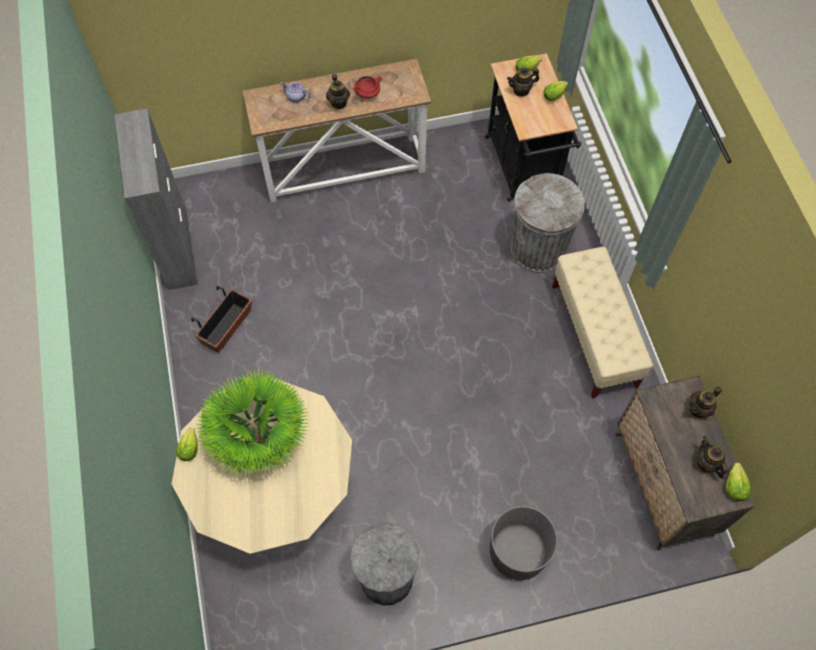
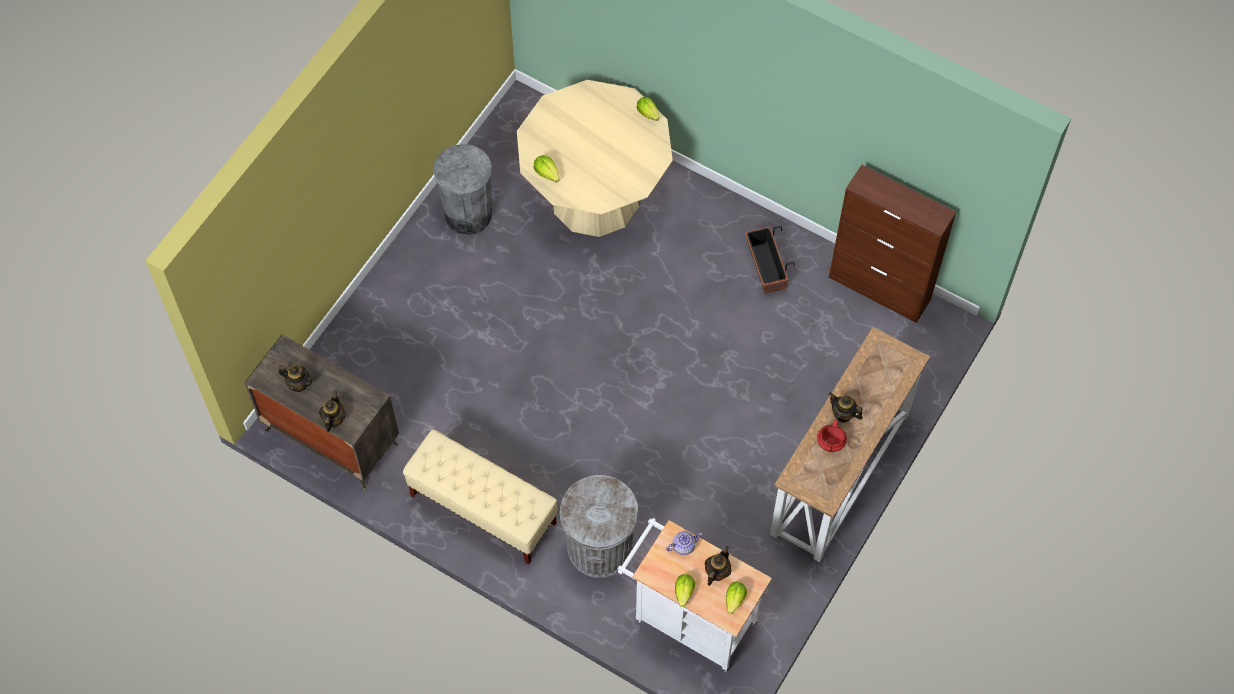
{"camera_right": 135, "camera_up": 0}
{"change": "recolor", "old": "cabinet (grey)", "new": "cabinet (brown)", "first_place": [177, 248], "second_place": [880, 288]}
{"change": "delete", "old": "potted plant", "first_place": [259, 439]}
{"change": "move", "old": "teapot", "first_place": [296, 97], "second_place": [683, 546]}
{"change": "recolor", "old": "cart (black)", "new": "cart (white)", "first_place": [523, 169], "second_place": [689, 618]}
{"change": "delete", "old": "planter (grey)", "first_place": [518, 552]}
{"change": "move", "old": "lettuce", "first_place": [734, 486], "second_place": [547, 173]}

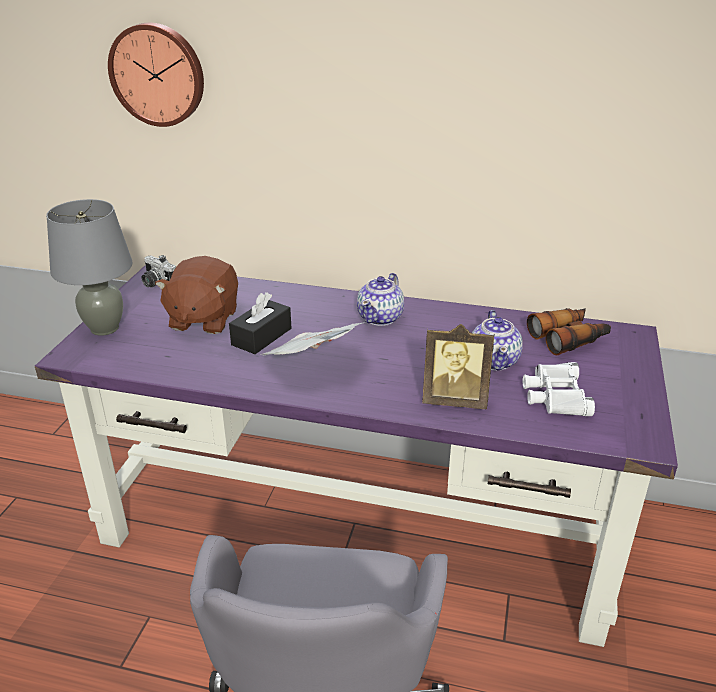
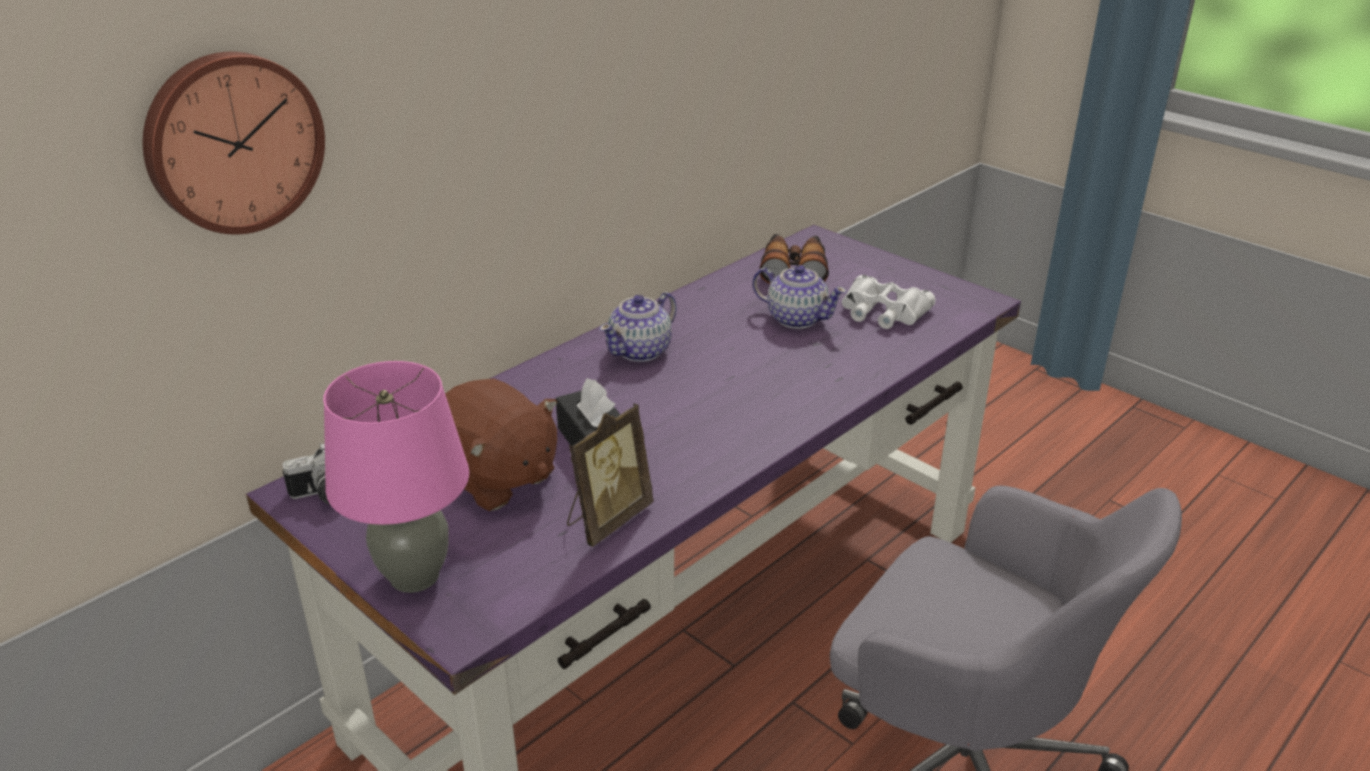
{"camera_right": -60, "camera_up": 0}
{"change": "recolor", "old": "table lamp (grey)", "new": "table lamp (pink)", "first_place": [105, 328], "second_place": [415, 576]}
{"change": "delete", "old": "newspaper", "first_place": [312, 362]}
{"change": "rotate", "old": "teapot", "first_place": [381, 317], "second_place": [641, 351], "degrees": 75}
{"change": "move", "old": "picture frame", "first_place": [454, 400], "second_place": [607, 519]}

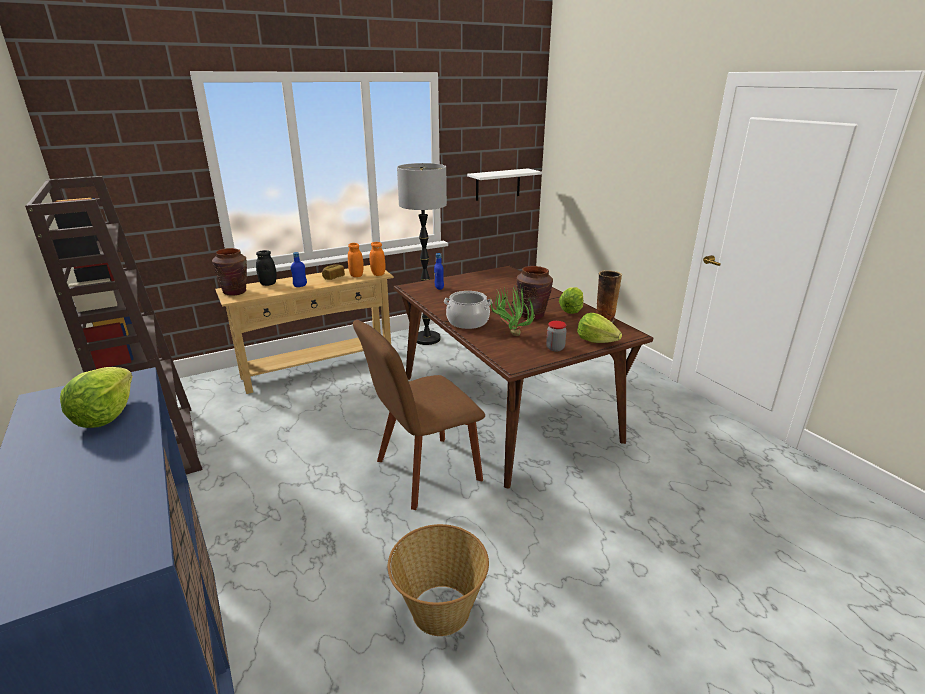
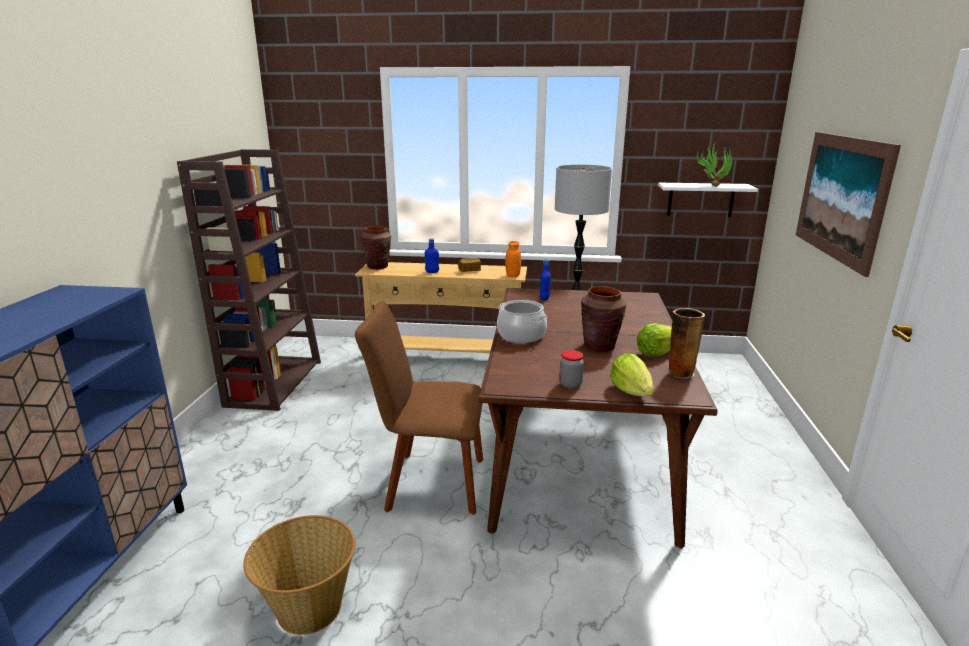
{"camera_right": 35, "camera_up": -5}
{"change": "delete", "old": "lettuce", "first_place": [106, 415]}
{"change": "delete", "old": "jar (black)", "first_place": [268, 284]}
{"change": "delete", "old": "jar (orange)", "first_place": [356, 275]}
{"change": "move", "old": "potted plant", "first_place": [510, 334], "second_place": [711, 185]}
{"change": "insert", "new": "picture", "second_place": [841, 197]}

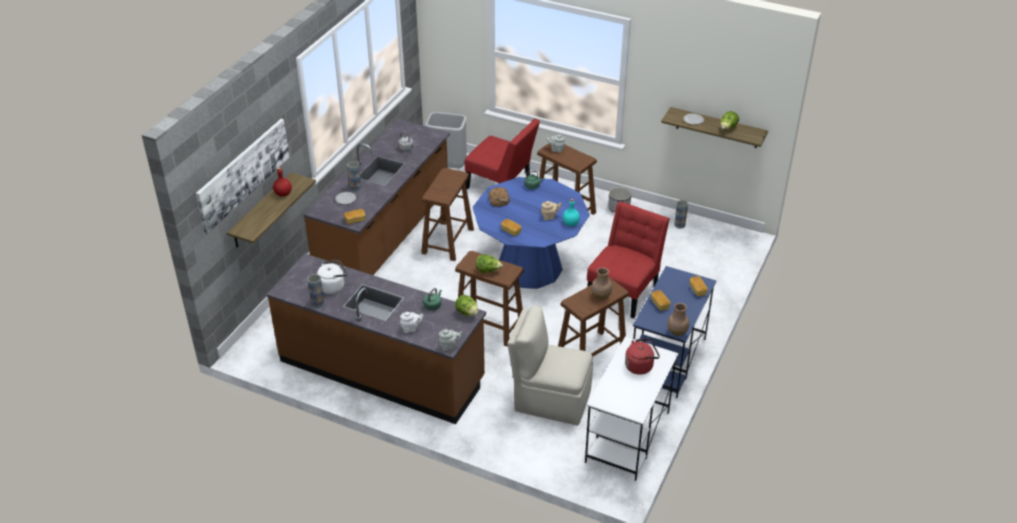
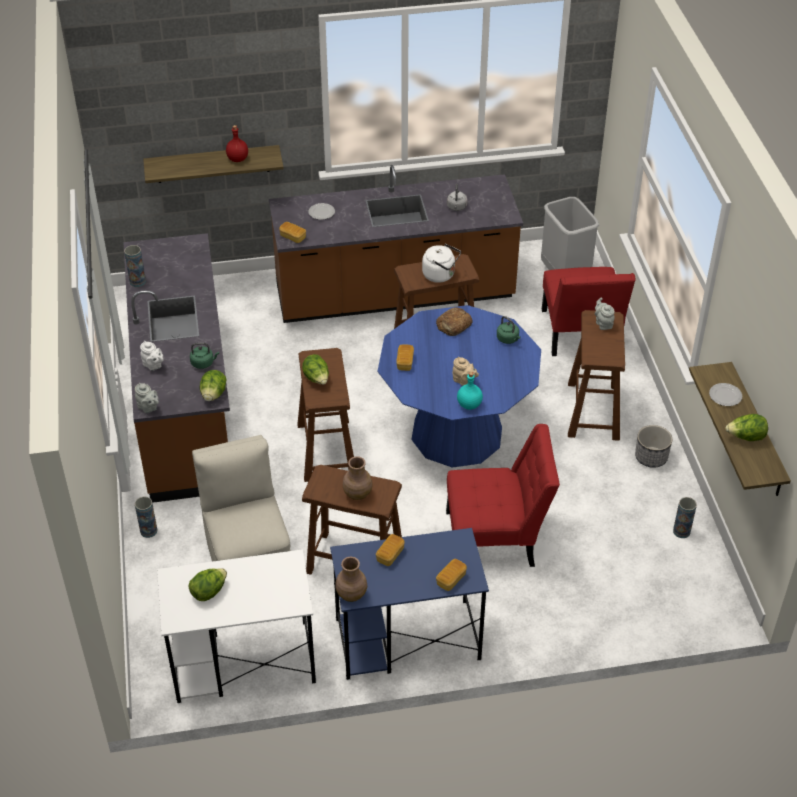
{"camera_right": 55, "camera_up": 5}
{"change": "delete", "old": "picture", "first_place": [243, 173]}
{"change": "move", "old": "kettle (white)", "first_place": [333, 286], "second_place": [440, 275]}
{"change": "move", "old": "vase", "first_place": [355, 188], "second_place": [148, 531]}
{"change": "delete", "old": "kettle (red)", "first_place": [640, 366]}
{"change": "insert", "new": "lettuce", "second_place": [209, 591]}

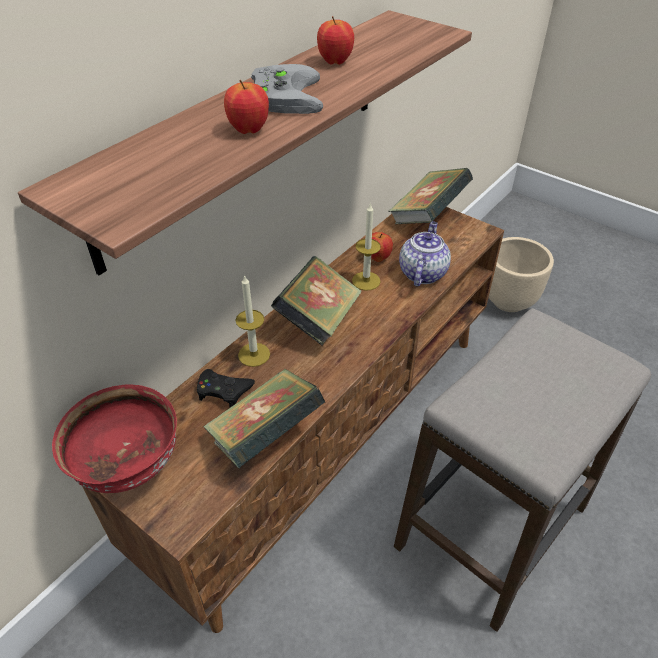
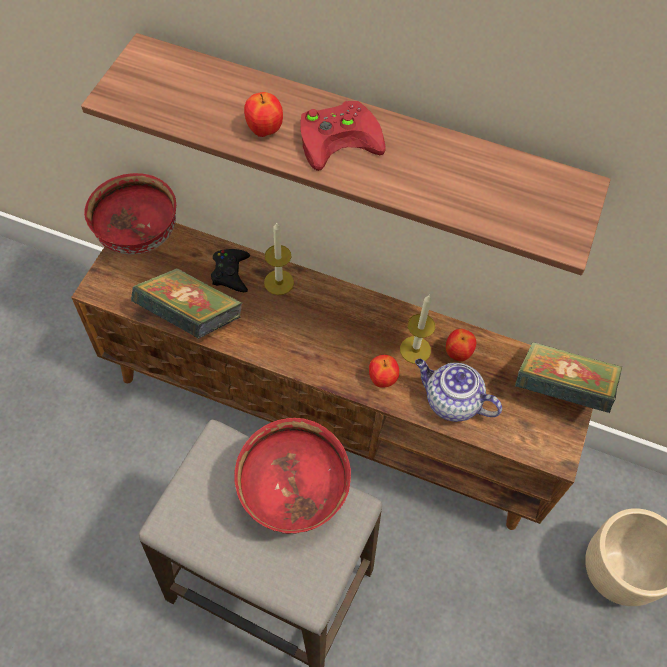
{"camera_right": 70, "camera_up": 15}
{"change": "recolor", "old": "game controller (grey)", "new": "game controller (red)", "first_place": [283, 95], "second_place": [340, 136]}
{"change": "delete", "old": "book", "first_place": [318, 320]}
{"change": "move", "old": "apple", "first_place": [335, 62], "second_place": [382, 379]}
{"change": "rotate", "old": "teapot", "first_place": [422, 273], "second_place": [450, 401], "degrees": -150}
{"change": "insert", "new": "bowl (red)", "second_place": [294, 495]}

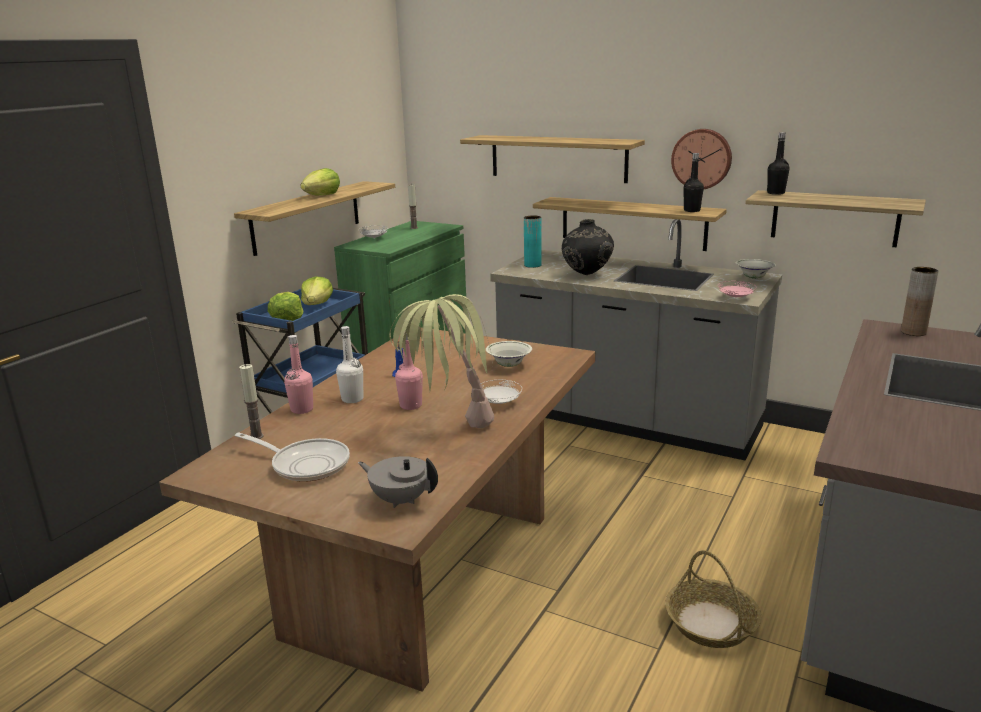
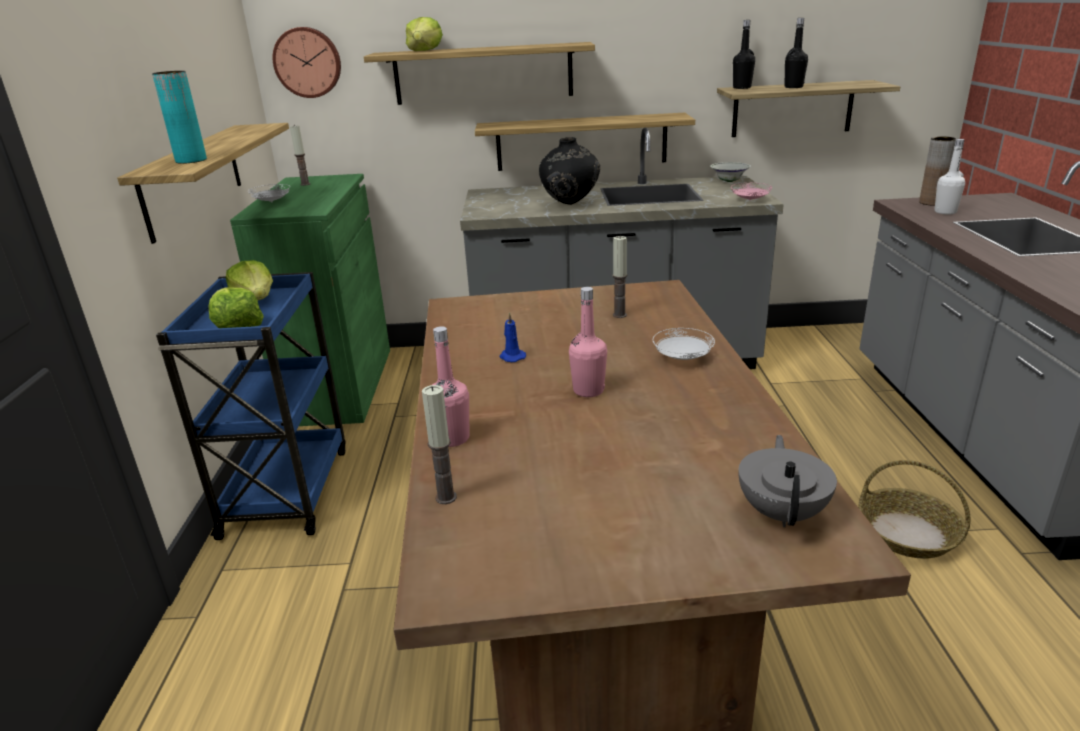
{"camera_right": -30, "camera_up": 5}
{"change": "delete", "old": "frying pan", "first_place": [305, 464]}
{"change": "move", "old": "lettuce", "first_place": [322, 196], "second_place": [424, 51]}
{"change": "move", "old": "bottle (white)", "first_place": [352, 399], "second_place": [945, 212]}
{"change": "rotate", "old": "teapot (grey)", "first_place": [400, 499], "second_place": [782, 512], "degrees": 105}
{"change": "delete", "old": "potted plant", "first_place": [447, 430]}
{"change": "replace", "old": "bowl (white)", "new": "candle", "first_place": [509, 365], "second_place": [619, 315]}
{"change": "move", "old": "vase (turquoise)", "first_place": [532, 265], "second_place": [191, 160]}
{"change": "move", "old": "wall clock", "first_place": [702, 159], "second_place": [308, 62]}
{"change": "move", "old": "bottle (black)", "first_place": [692, 210], "second_place": [793, 87]}

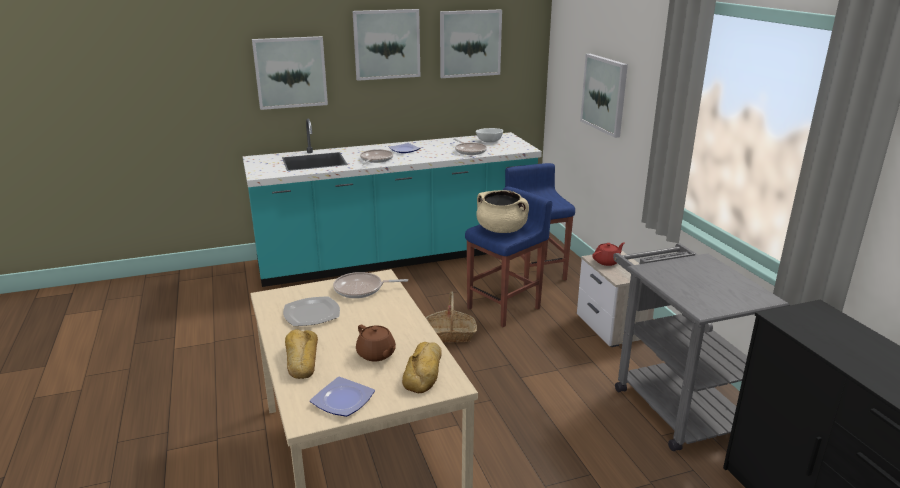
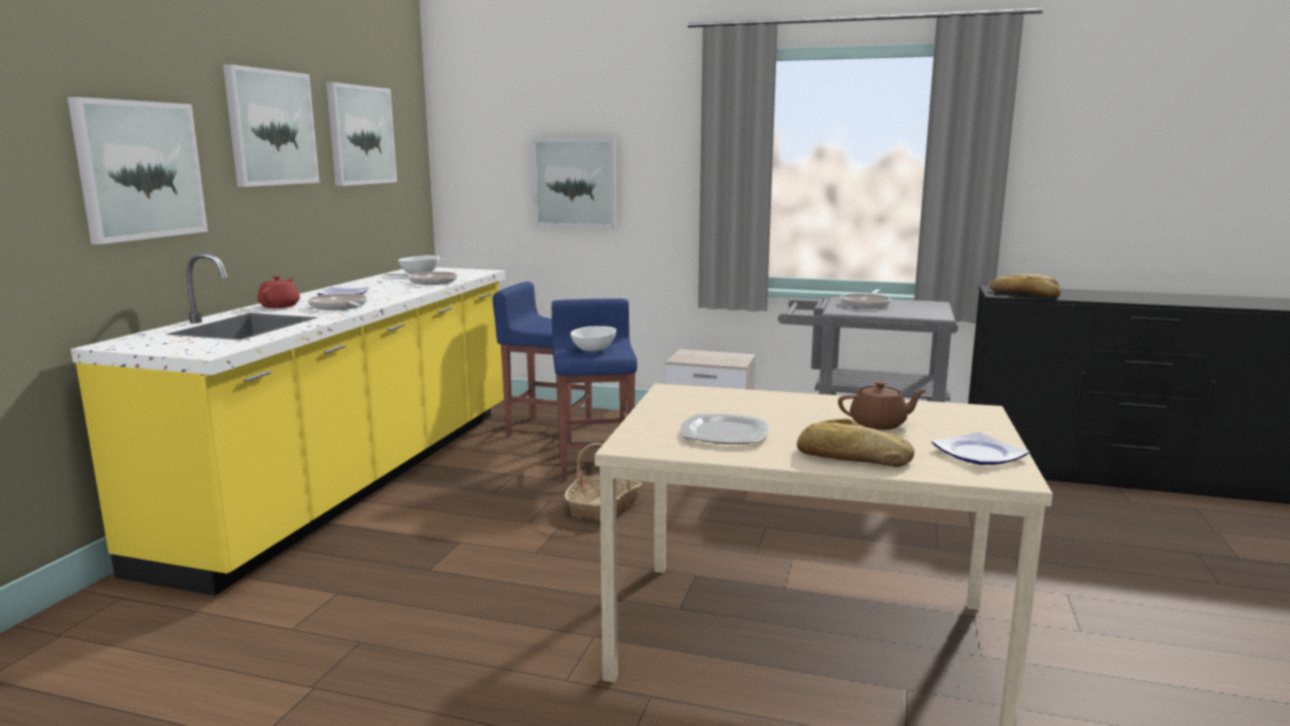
{"camera_right": -55, "camera_up": -10}
{"change": "recolor", "old": "counter (turquoise)", "new": "counter (yellow)", "first_place": [397, 257], "second_place": [357, 479]}
{"change": "move", "old": "frying pan", "first_place": [361, 289], "second_place": [866, 304]}
{"change": "move", "old": "bread", "first_place": [425, 372], "second_place": [1025, 294]}
{"change": "replace", "old": "cooking pot (beige)", "new": "bowl (white)", "first_place": [501, 230], "second_place": [594, 349]}
{"change": "move", "old": "teapot (red)", "first_place": [607, 262], "second_place": [280, 306]}

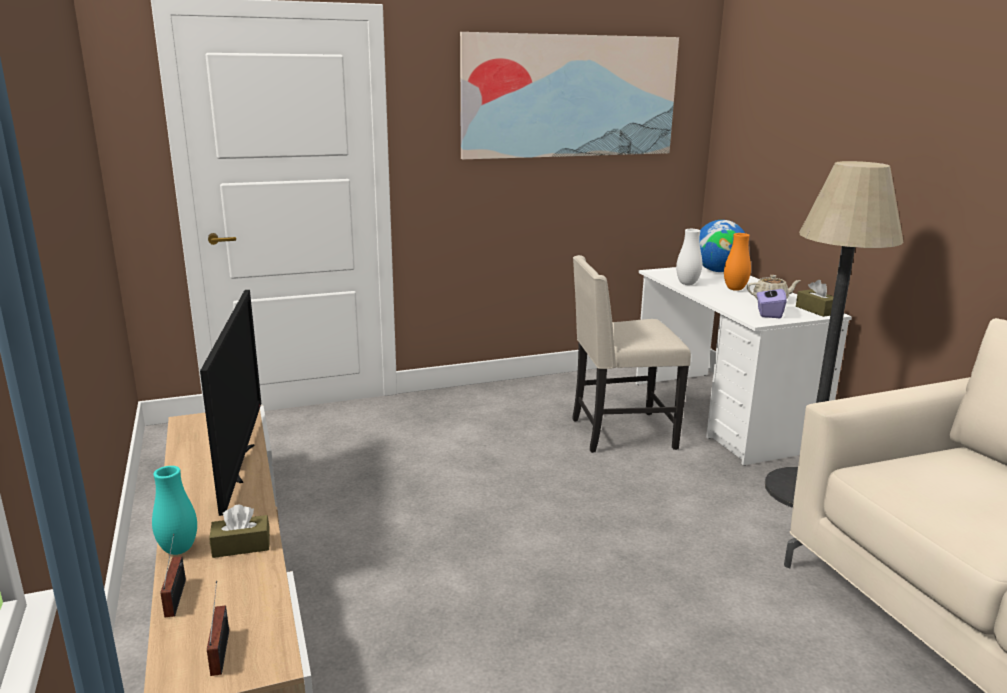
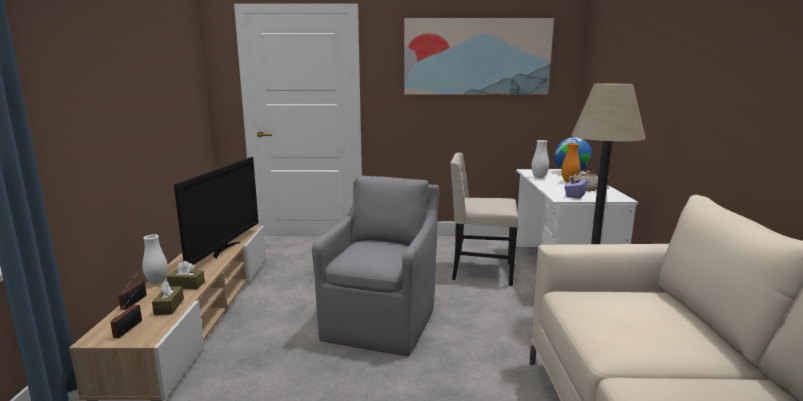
{"camera_right": 20, "camera_up": -5}
{"change": "recolor", "old": "vase (turquoise)", "new": "vase (white)", "first_place": [178, 549], "second_place": [157, 282]}
{"change": "move", "old": "tissue box (brown)", "first_place": [816, 310], "second_place": [169, 307]}
{"change": "insert", "new": "armchair (grey)", "second_place": [381, 322]}

